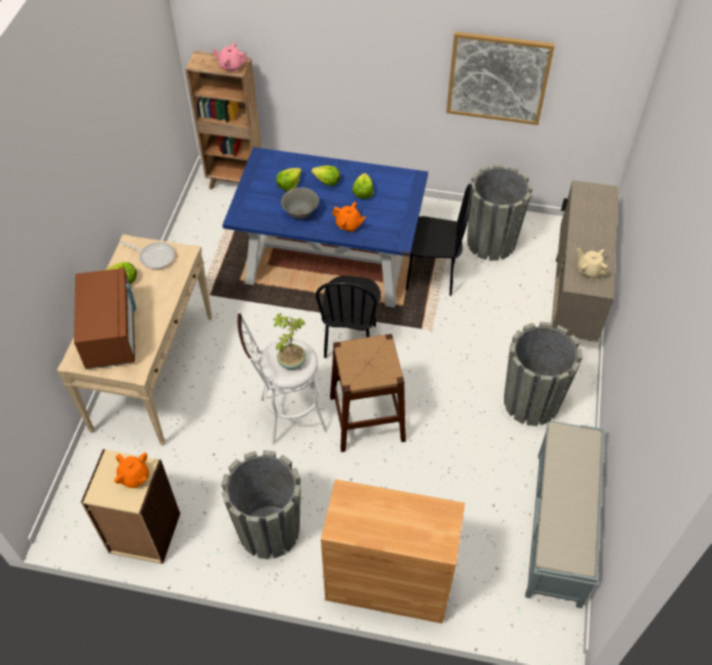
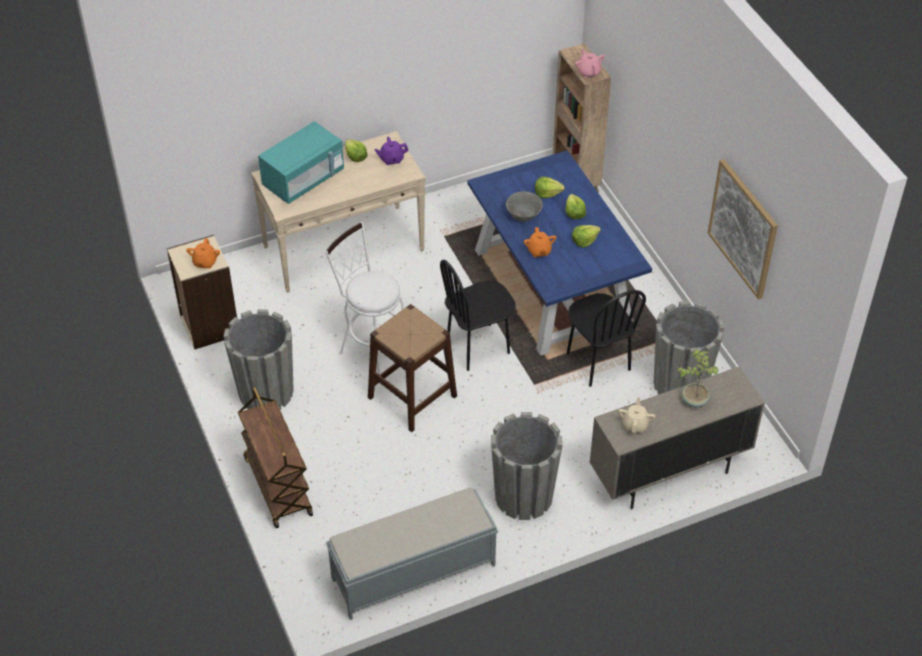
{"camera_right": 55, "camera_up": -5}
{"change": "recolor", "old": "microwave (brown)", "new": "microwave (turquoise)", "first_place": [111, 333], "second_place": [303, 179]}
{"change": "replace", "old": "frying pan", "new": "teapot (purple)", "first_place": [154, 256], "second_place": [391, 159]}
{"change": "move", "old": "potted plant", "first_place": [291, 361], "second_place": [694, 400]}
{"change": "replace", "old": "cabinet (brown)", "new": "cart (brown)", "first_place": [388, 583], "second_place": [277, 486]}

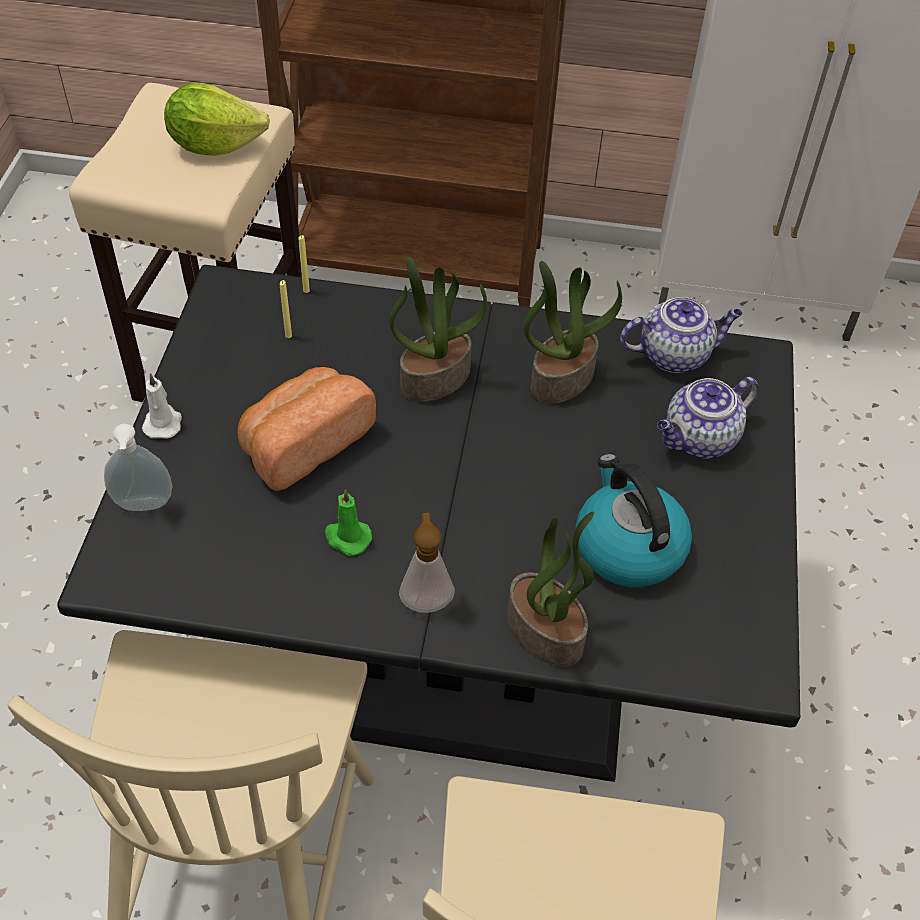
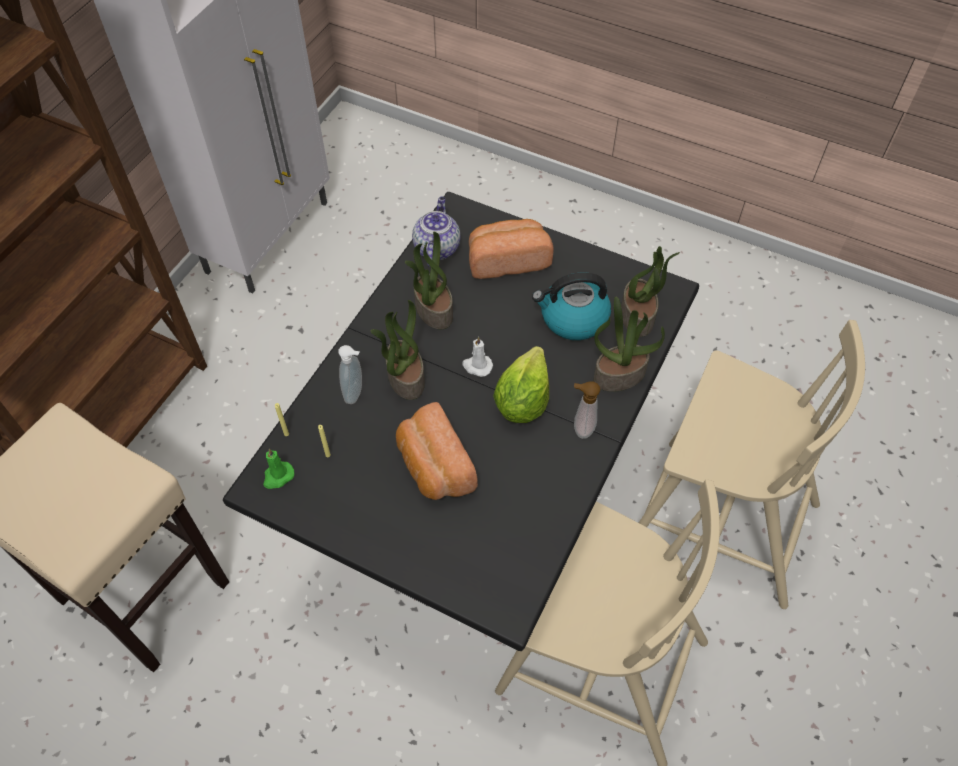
{"camera_right": -70, "camera_up": 5}
{"change": "move", "old": "soap dispenser", "first_place": [144, 506], "second_place": [356, 393]}
{"change": "move", "old": "candle (white)", "first_place": [163, 423], "second_place": [477, 366]}
{"change": "move", "old": "lettuce", "first_place": [214, 144], "second_place": [522, 401]}
{"change": "move", "old": "candle (green)", "first_place": [347, 537], "second_place": [278, 476]}
{"change": "replace", "old": "teapot", "new": "bread", "first_place": [699, 440], "second_place": [507, 259]}
{"change": "insert", "new": "potted plant", "second_place": [638, 316]}

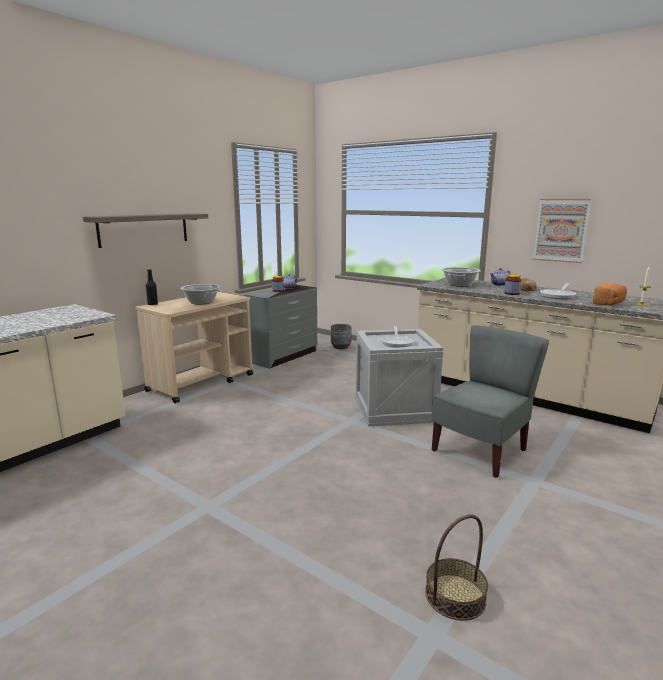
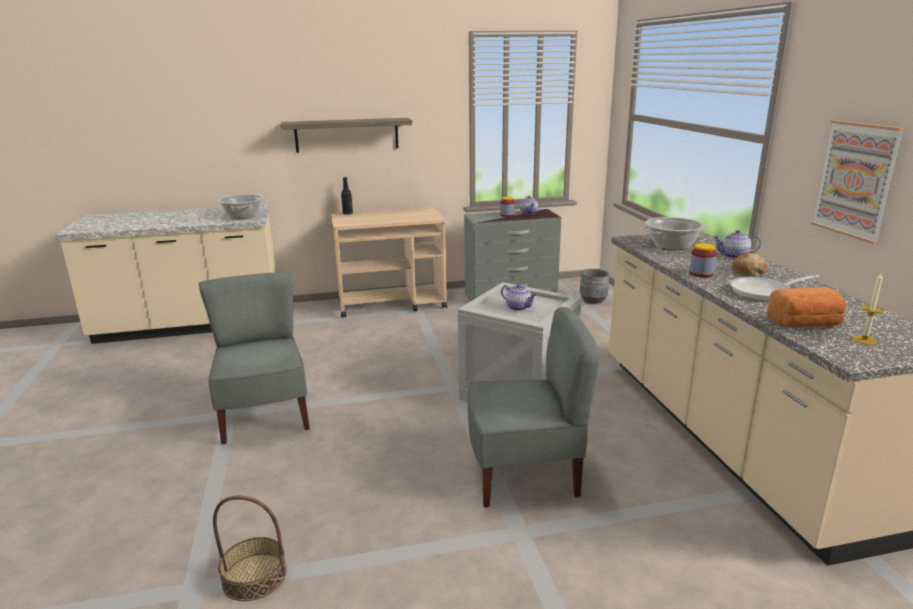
{"camera_right": 40, "camera_up": 5}
{"change": "move", "old": "cooking pot", "first_place": [201, 302], "second_place": [243, 216]}
{"change": "replace", "old": "frying pan", "new": "teapot", "first_place": [397, 342], "second_place": [519, 307]}
{"change": "insert", "new": "chair (grey)", "second_place": [265, 416]}

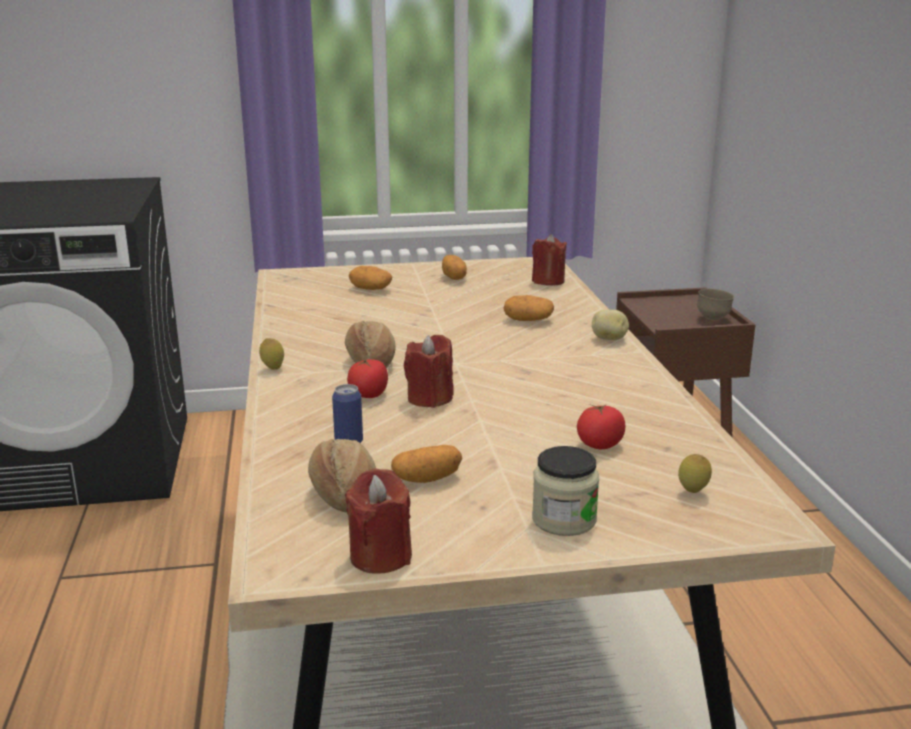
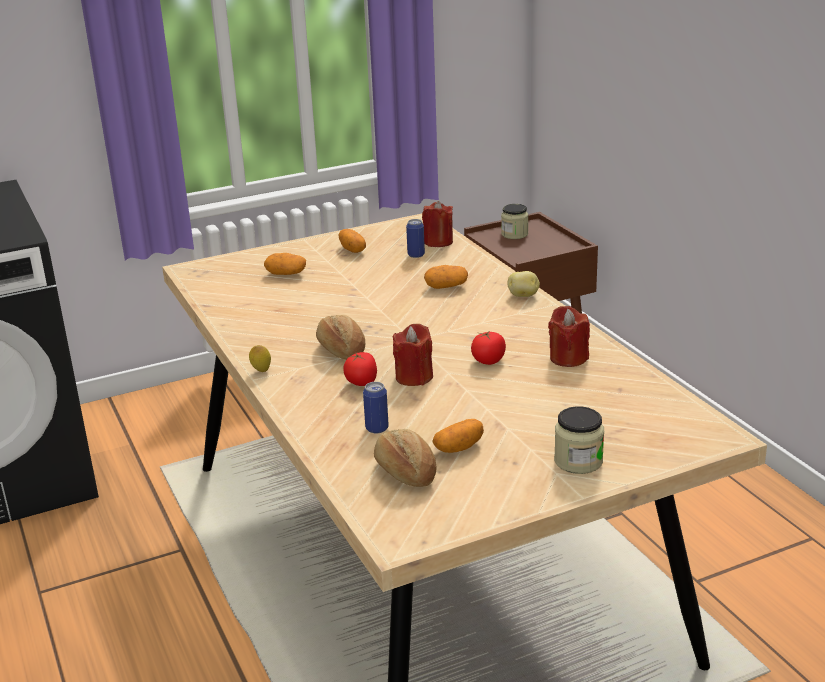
{"camera_right": -15, "camera_up": 5}
{"change": "move", "old": "candle (red)", "first_place": [380, 556], "second_place": [568, 358]}
{"change": "move", "old": "tomato", "first_place": [599, 445], "second_place": [488, 361]}
{"change": "delete", "old": "lemon", "first_place": [692, 492]}
{"change": "delete", "old": "bowl (brown)", "first_place": [713, 319]}
{"change": "insert", "new": "can", "second_place": [416, 255]}
{"change": "insert", "new": "jar", "second_place": [514, 234]}

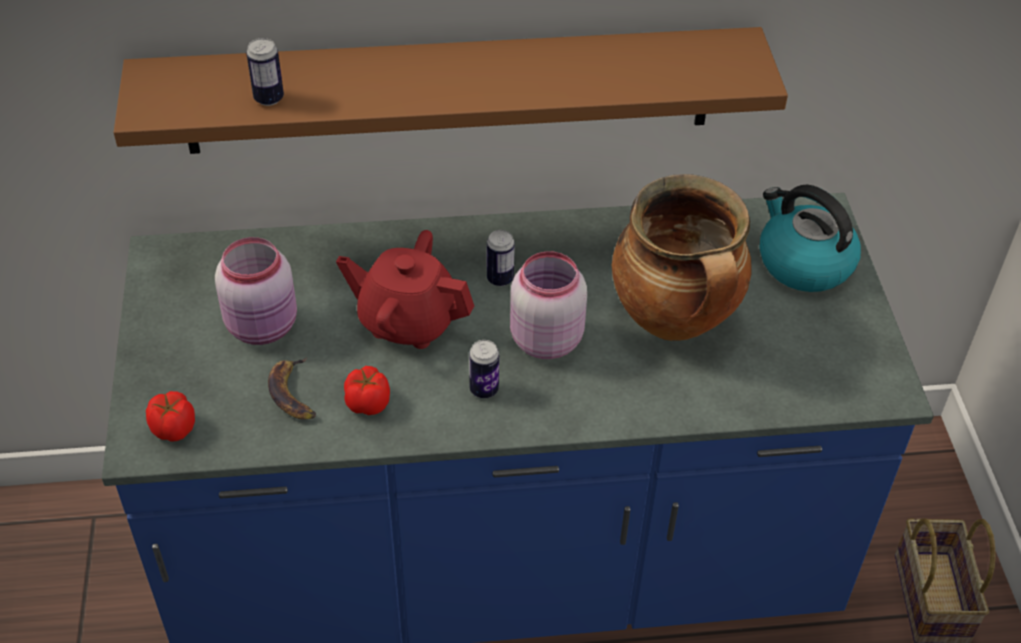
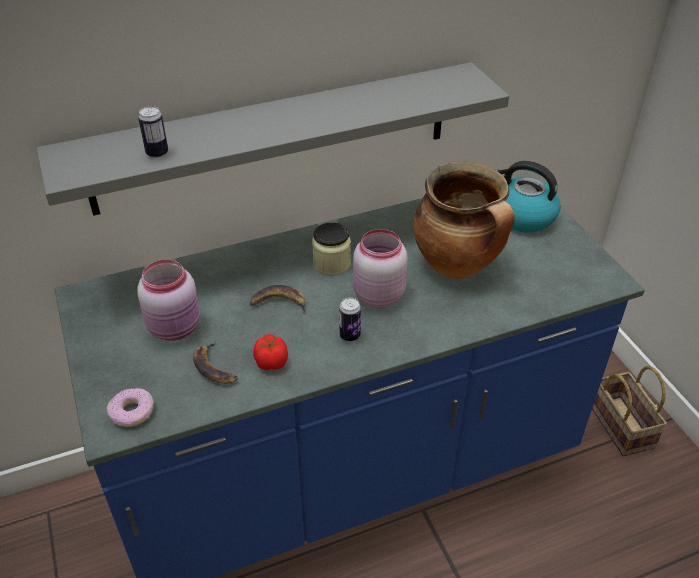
{"camera_right": -15, "camera_up": -5}
{"change": "recolor", "old": "shelf (brown)", "new": "shelf (grey)", "first_place": [449, 90], "second_place": [274, 138]}
{"change": "replace", "old": "tomato", "new": "donut", "first_place": [174, 429], "second_place": [132, 412]}
{"change": "replace", "old": "teapot (red)", "new": "banana", "first_place": [407, 321], "second_place": [278, 303]}
{"change": "replace", "old": "can", "new": "jar", "first_place": [500, 279], "second_place": [331, 263]}

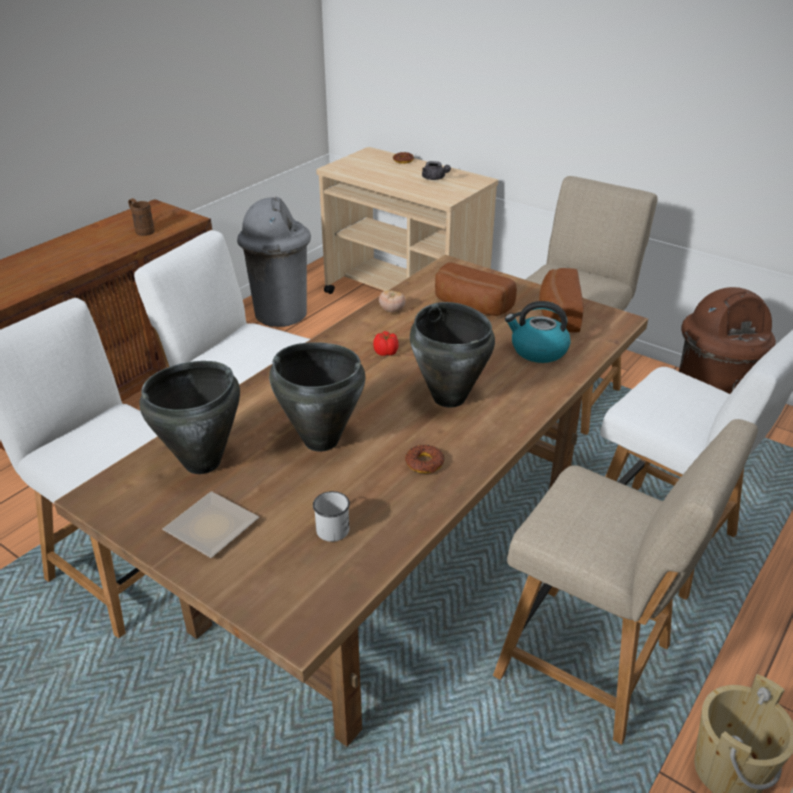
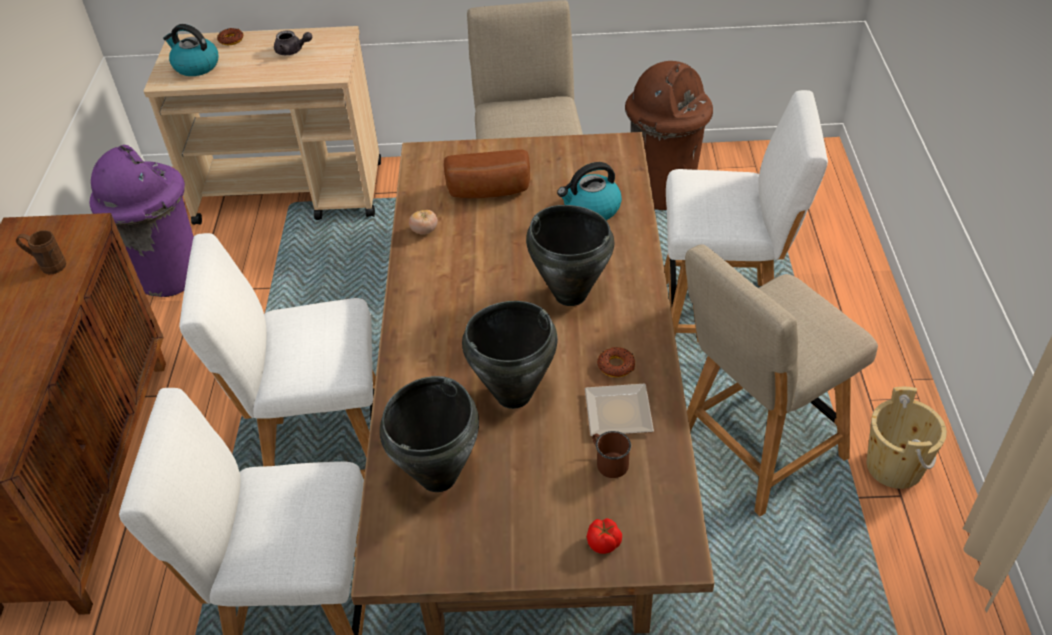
{"camera_right": -35, "camera_up": 10}
{"change": "move", "old": "plate", "first_place": [208, 528], "second_place": [616, 414]}
{"change": "recolor", "old": "trash can (grey)", "new": "trash can (purple)", "first_place": [281, 314], "second_place": [169, 274]}
{"change": "recolor", "old": "mug (white)", "new": "mug (brown)", "first_place": [332, 526], "second_place": [608, 462]}
{"change": "move", "old": "tomato", "first_place": [386, 353], "second_place": [604, 543]}
{"change": "rotate", "old": "chair (beige)", "first_place": [591, 665], "second_place": [755, 451], "degrees": 150}
{"change": "delete", "old": "bread", "first_place": [557, 314]}
{"change": "insert", "new": "kettle", "second_place": [195, 66]}

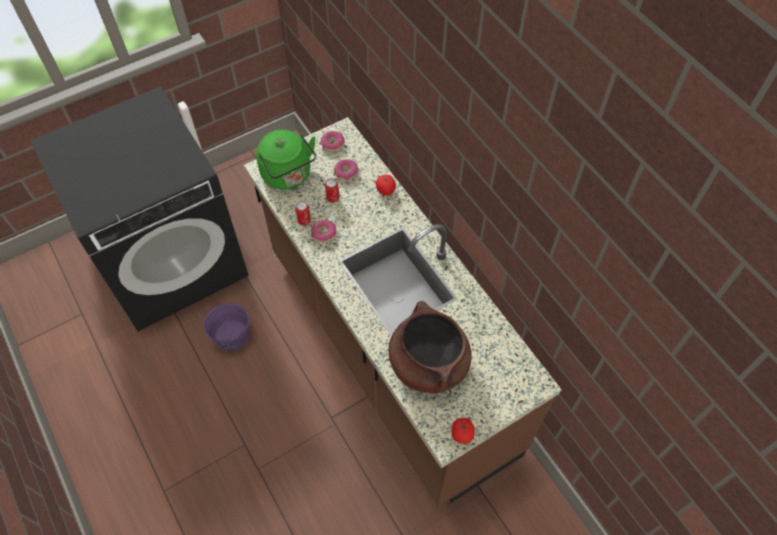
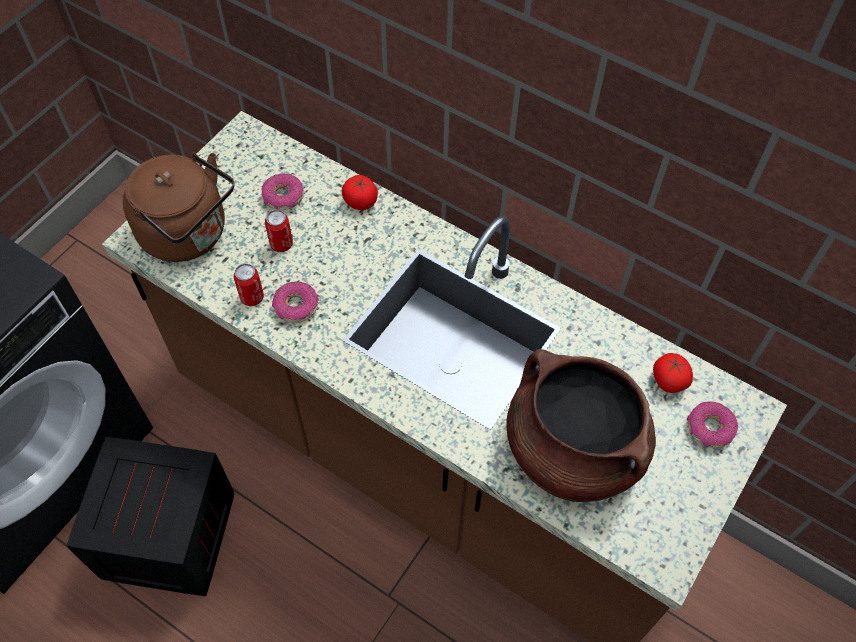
{"camera_right": -25, "camera_up": 0}
{"change": "replace", "old": "bucket (purple)", "new": "crate", "first_place": [231, 335], "second_place": [168, 534]}
{"change": "recolor", "old": "kettle (green)", "new": "kettle (brown)", "first_place": [288, 176], "second_place": [189, 234]}
{"change": "move", "old": "donut", "first_place": [332, 144], "second_place": [709, 428]}
{"change": "move", "old": "tomato", "first_place": [462, 434], "second_place": [668, 380]}

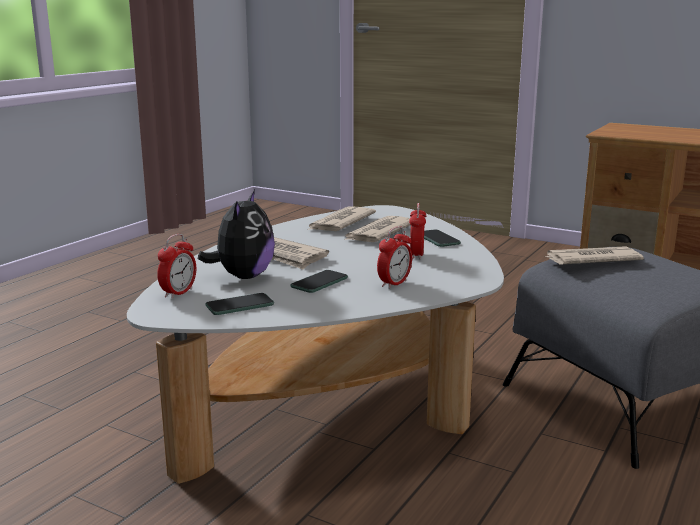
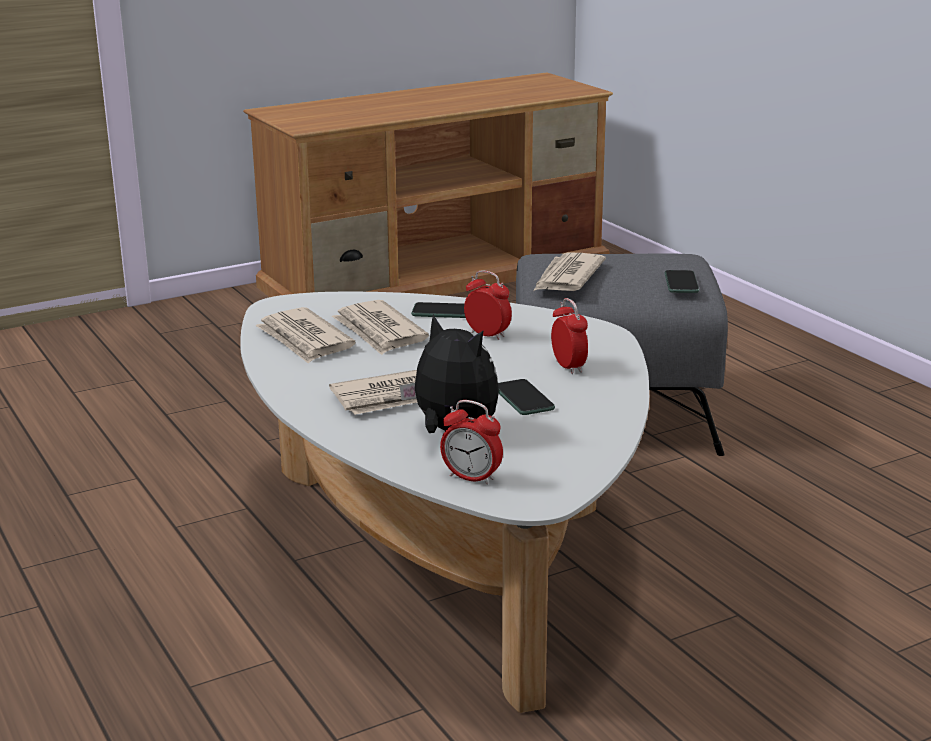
{"camera_right": -60, "camera_up": 5}
{"change": "rotate", "old": "alarm clock", "first_place": [178, 293], "second_place": [472, 478], "degrees": 150}
{"change": "move", "old": "phone", "first_place": [239, 305], "second_place": [681, 283]}

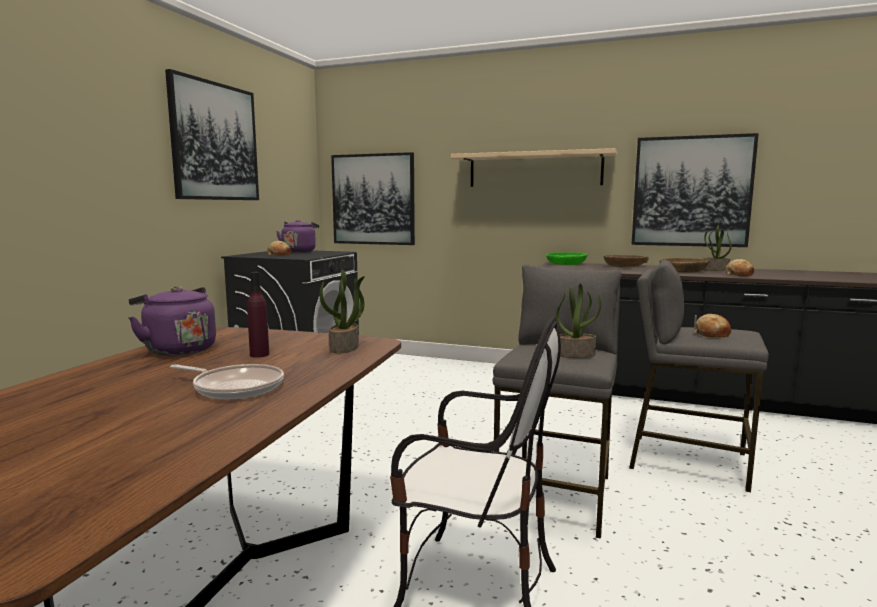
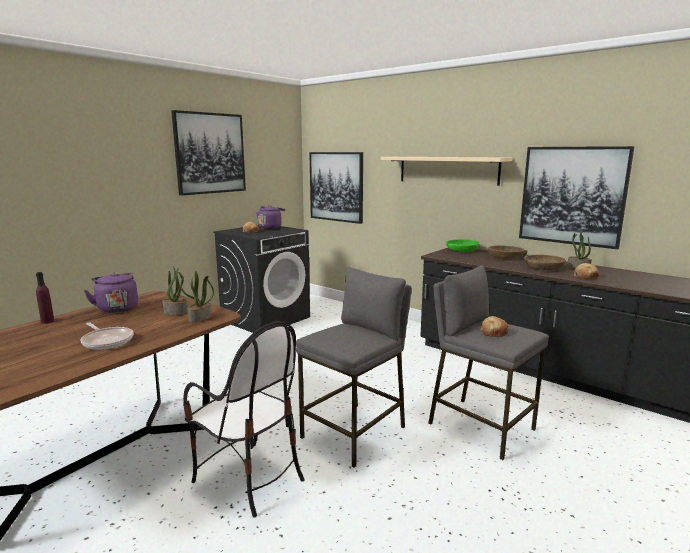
{"camera_right": 20, "camera_up": 5}
{"change": "move", "old": "bottle (purple)", "first_place": [259, 355], "second_place": [47, 321]}
{"change": "move", "old": "potted plant", "first_place": [575, 354], "second_place": [176, 312]}

